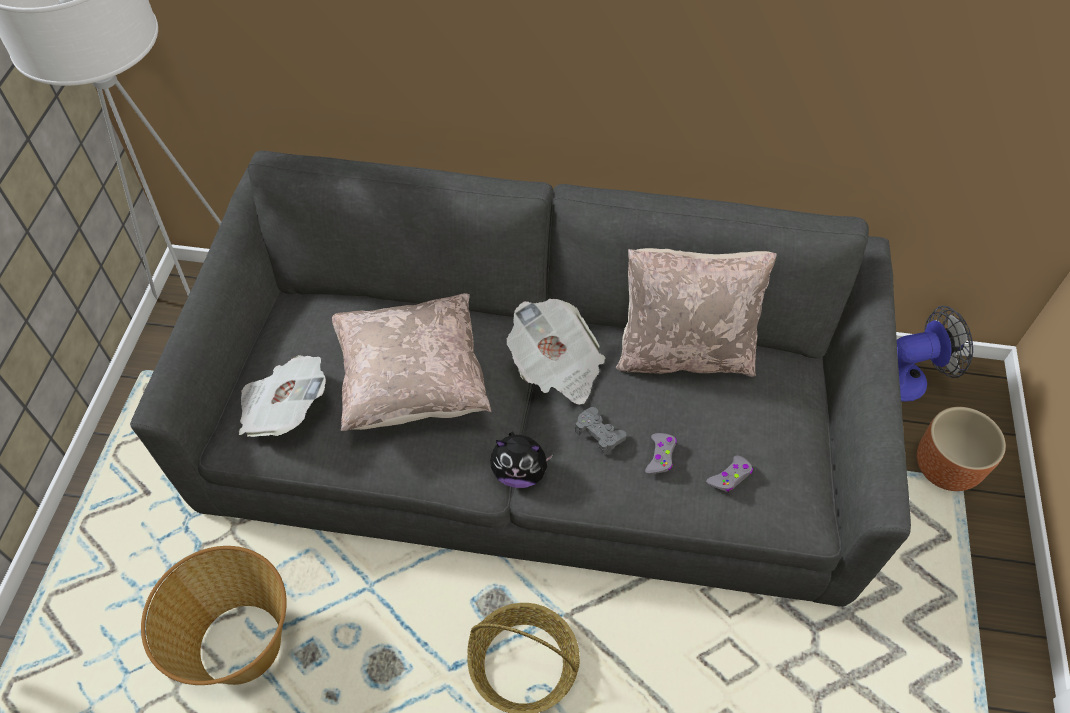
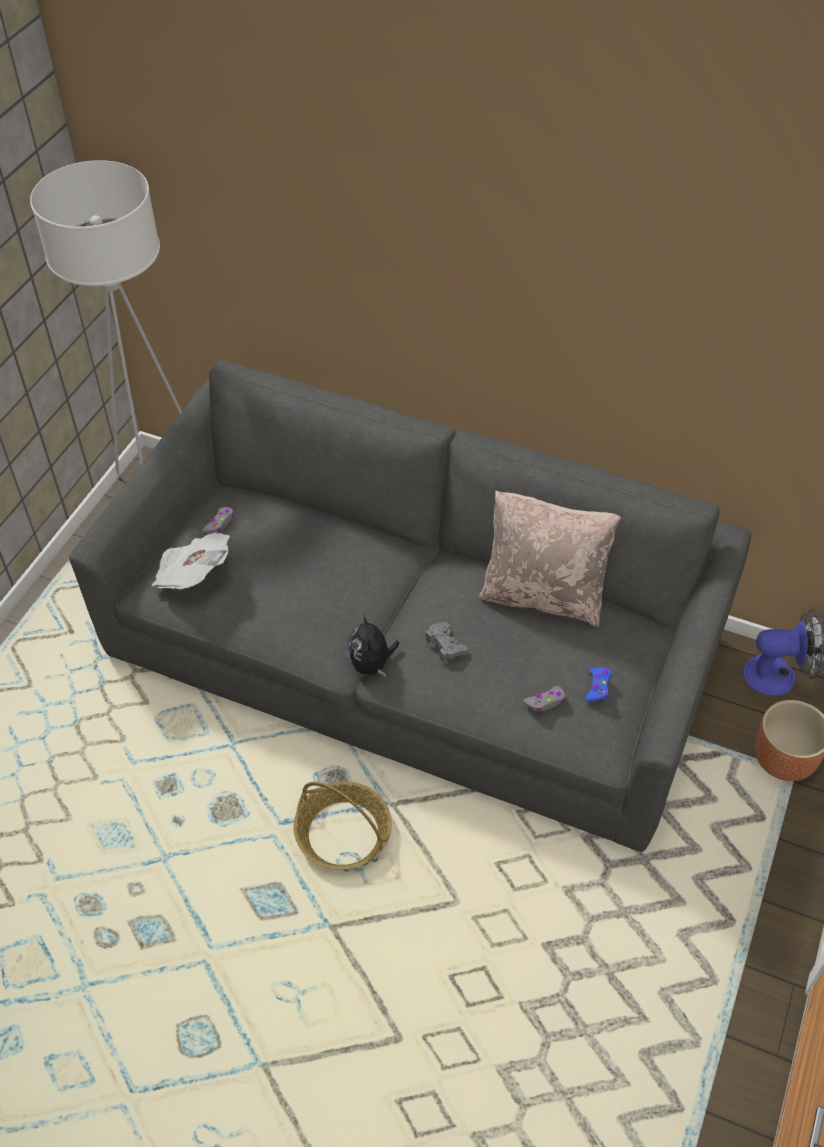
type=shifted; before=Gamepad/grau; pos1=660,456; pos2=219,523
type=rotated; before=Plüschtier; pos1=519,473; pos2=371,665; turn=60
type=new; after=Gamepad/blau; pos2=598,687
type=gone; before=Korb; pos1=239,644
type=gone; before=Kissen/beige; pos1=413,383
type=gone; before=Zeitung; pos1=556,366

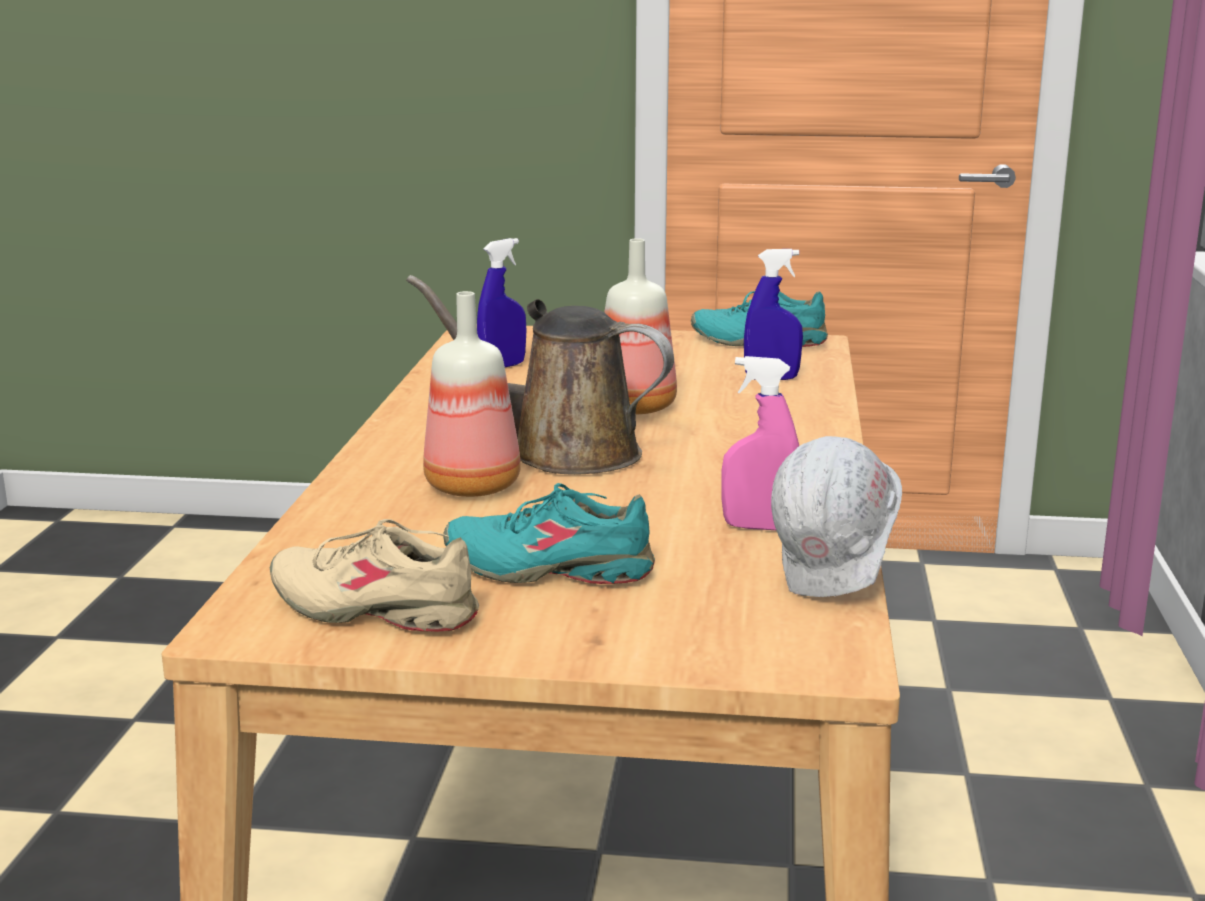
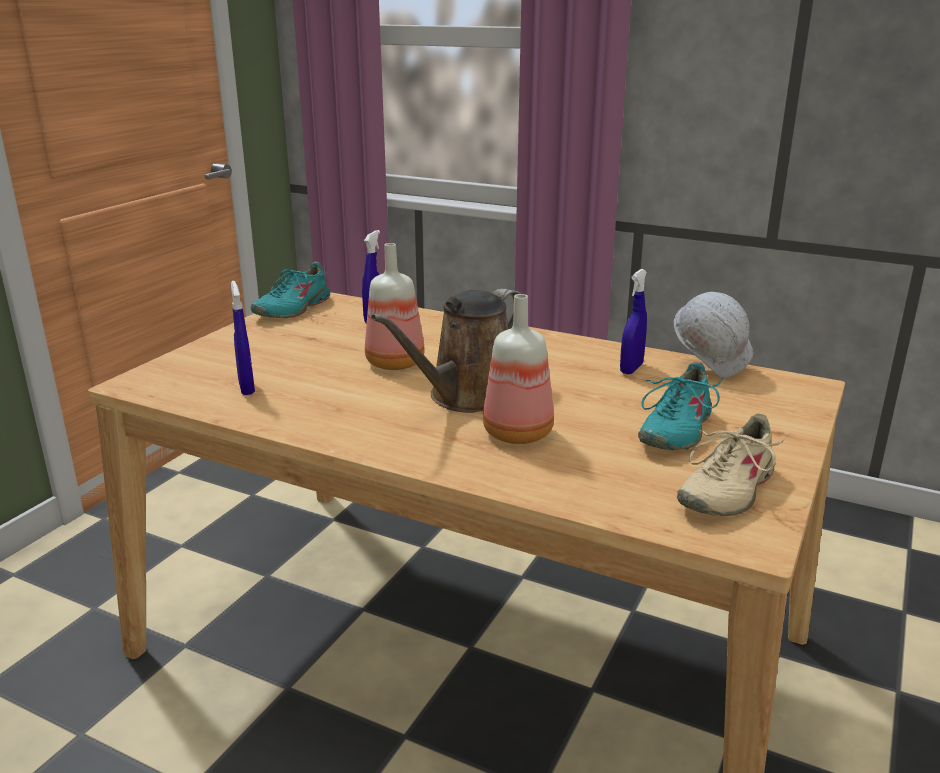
type=repainted; before=Sprühflasche/rosa; after=Sprühflasche/blau; pos1=758,527; pos2=631,369

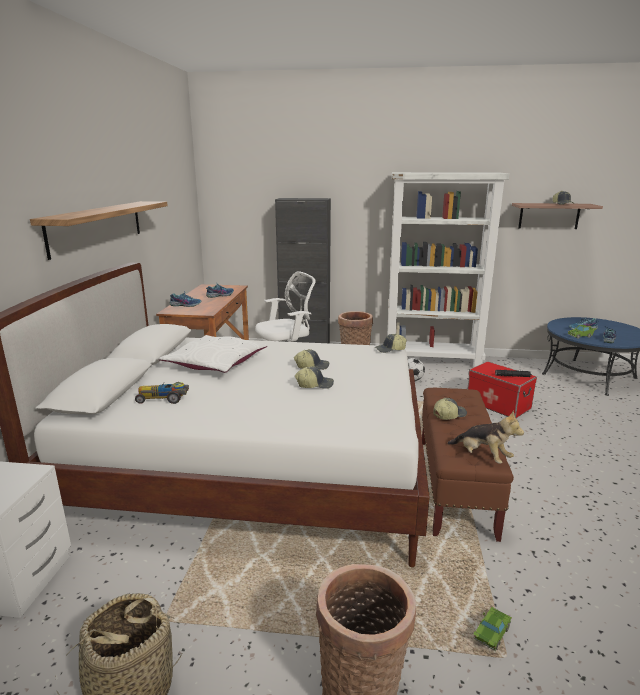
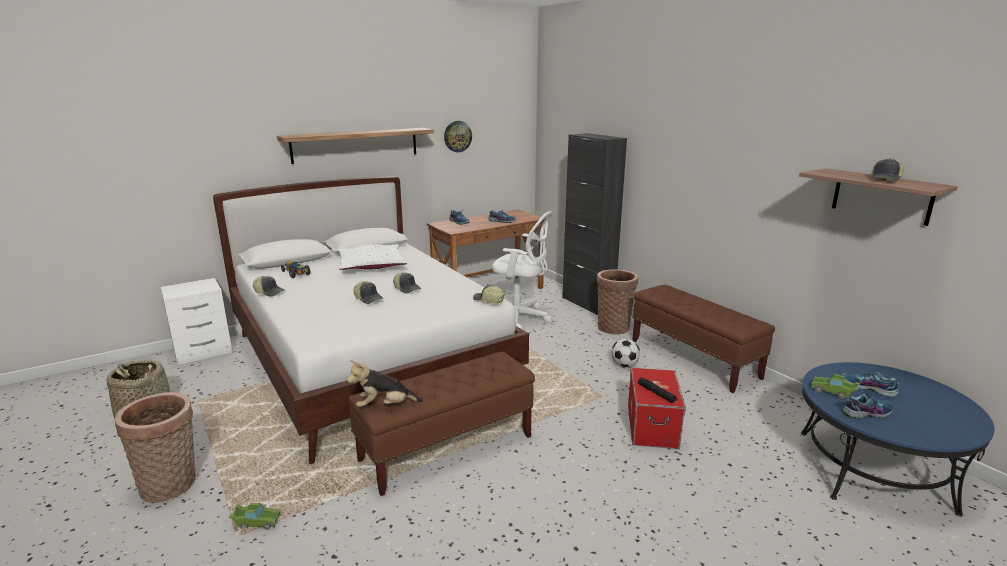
type=shifted; before=Kappe; pos1=449,414; pos2=269,292
type=rotated; before=Plüschtier; pos1=482,457; pos2=385,406; turn=75
type=new; after=Wanduhr; pos2=457,136
type=swapped; before=Bücherregal/weiß; after=Bank/braun; pos1=432,361; pos2=693,360

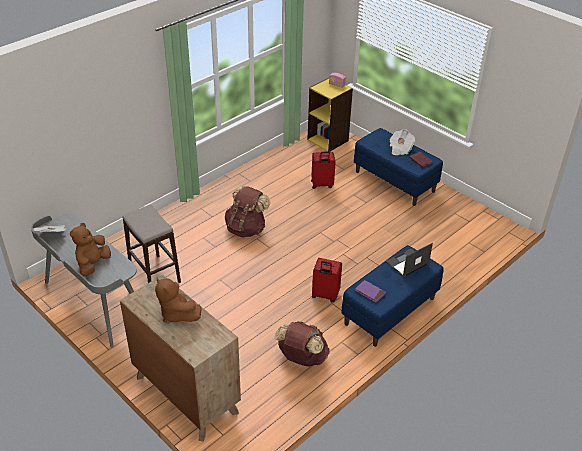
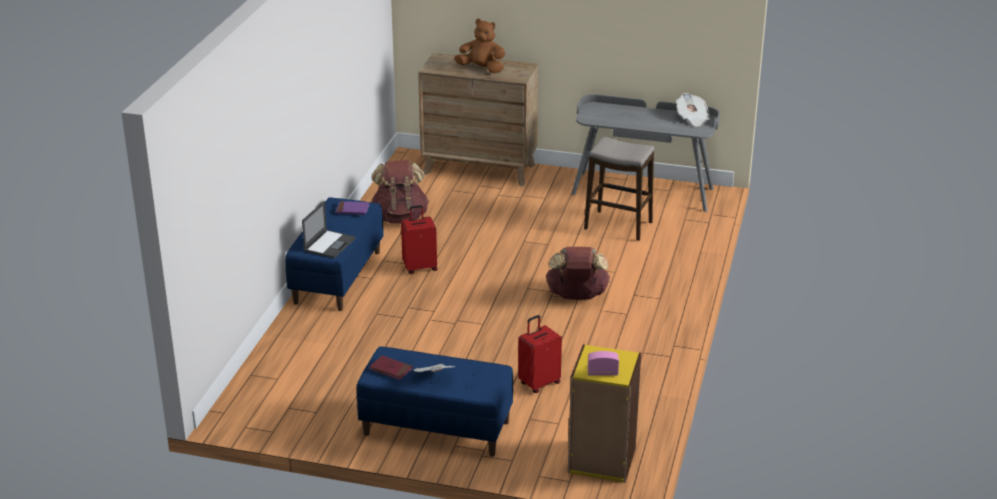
type=gone; before=Plüschtier/braun; pos1=93,264

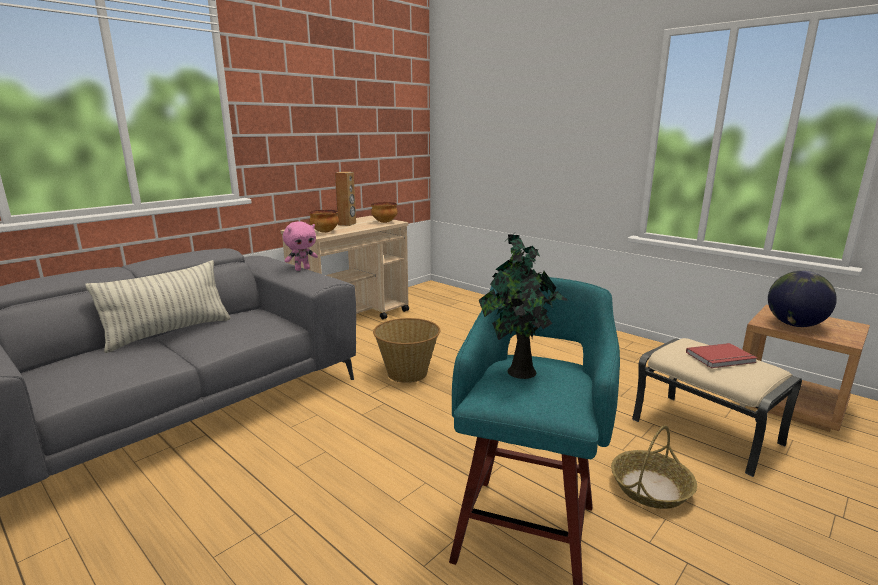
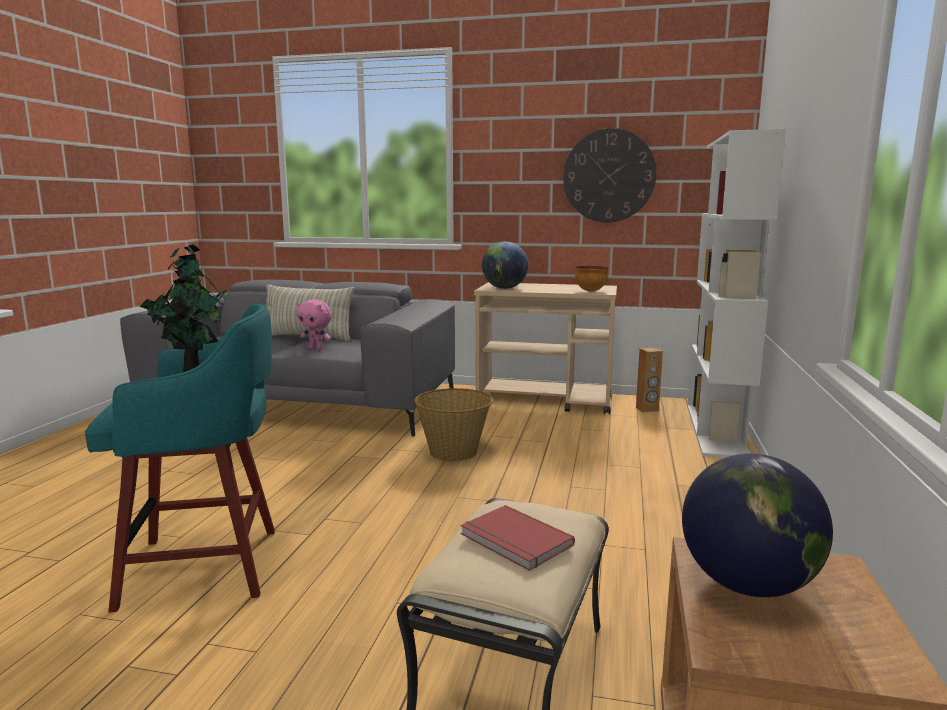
type=shifted; before=Plüschtier/rosa; pos1=302,269; pos2=316,348
type=swapped; before=Schüssel; after=Globus; pos1=325,232; pos2=504,288
type=new; after=Wanduhr; pos2=609,176
type=shifted; before=Lautsprecher/braun; pos1=347,224; pos2=647,409
type=new; after=Bücherregal/weiß; pos2=716,430
type=gone; before=Korb; pos1=650,488

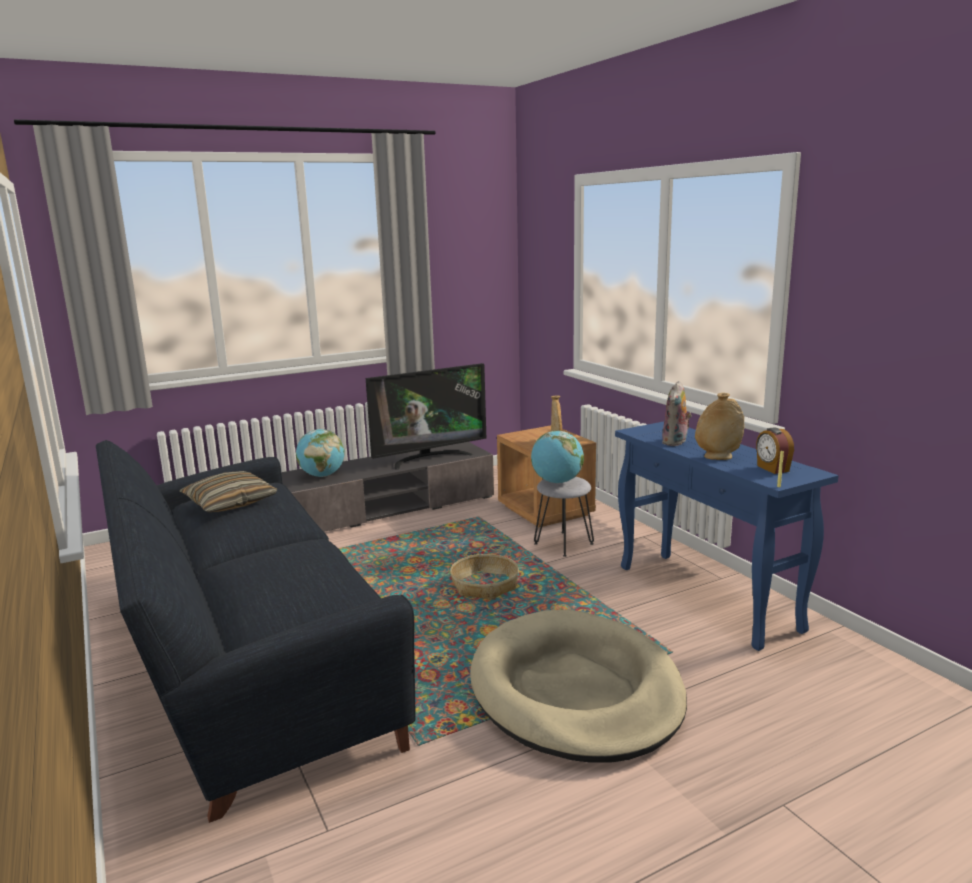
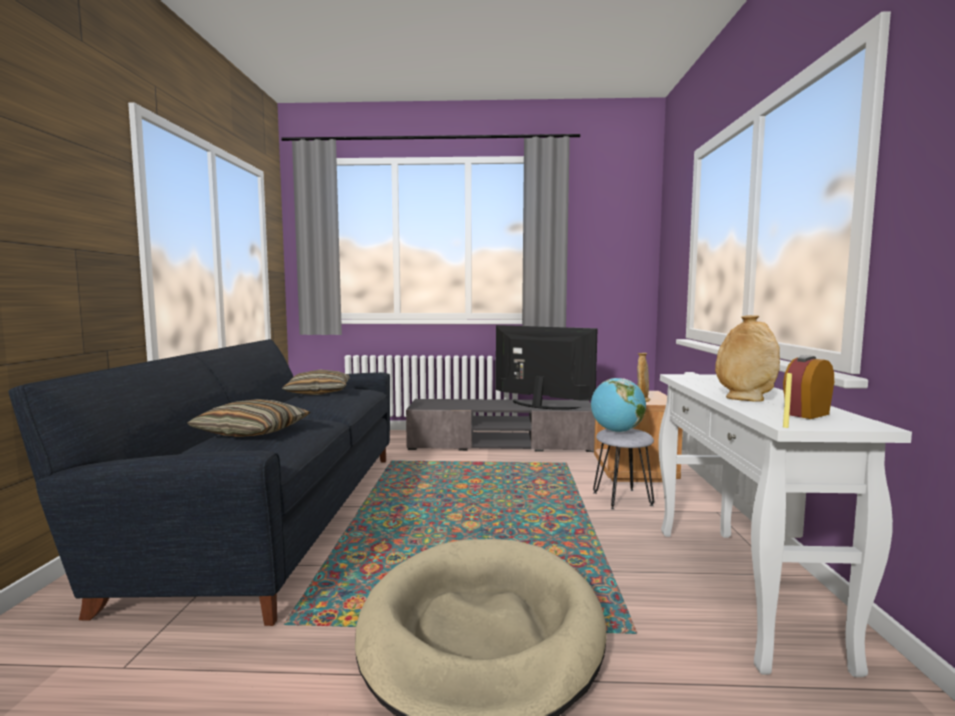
type=new; after=Kissen; pos2=252,432
type=rotated; before=Fernseher; pos1=429,458; pos2=540,406; turn=-150
type=repainted; before=Konsolentisch/blau; after=Konsolentisch/weiß; pos1=708,598; pos2=741,590
type=rotated; before=Wecker; pos1=772,469; pos2=805,414; turn=45
type=gone; before=Globus; pos1=322,475
type=gone; before=Korb; pos1=484,586
type=gone; before=Plüschtier; pos1=676,442

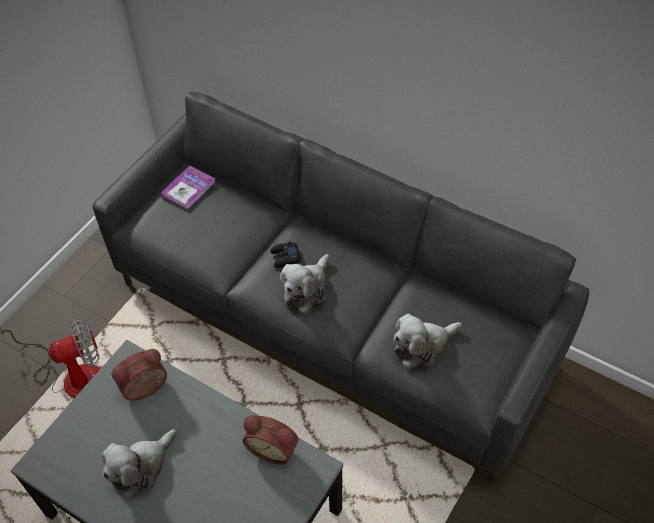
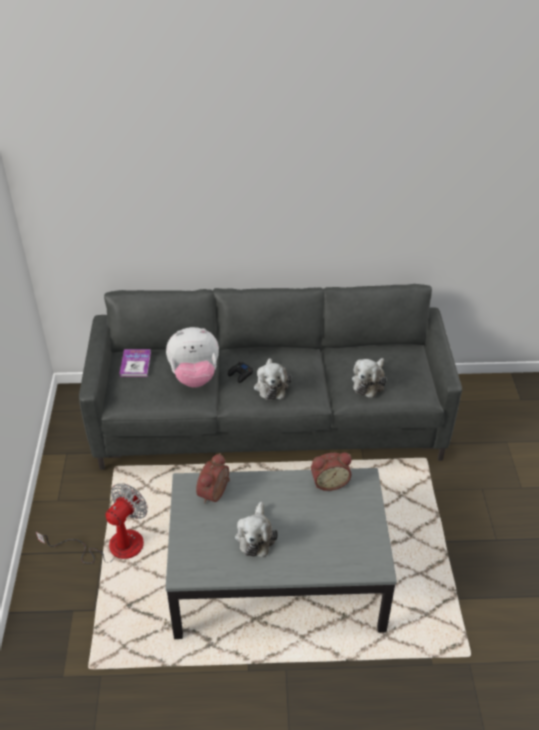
type=new; after=Plüschtier; pos2=194,377

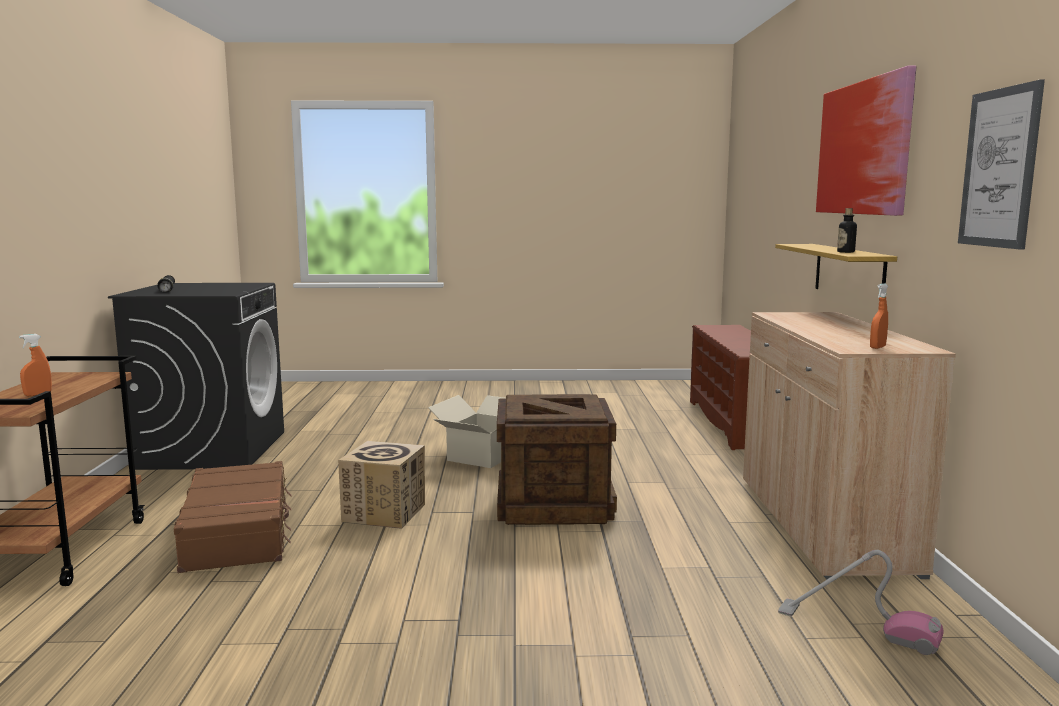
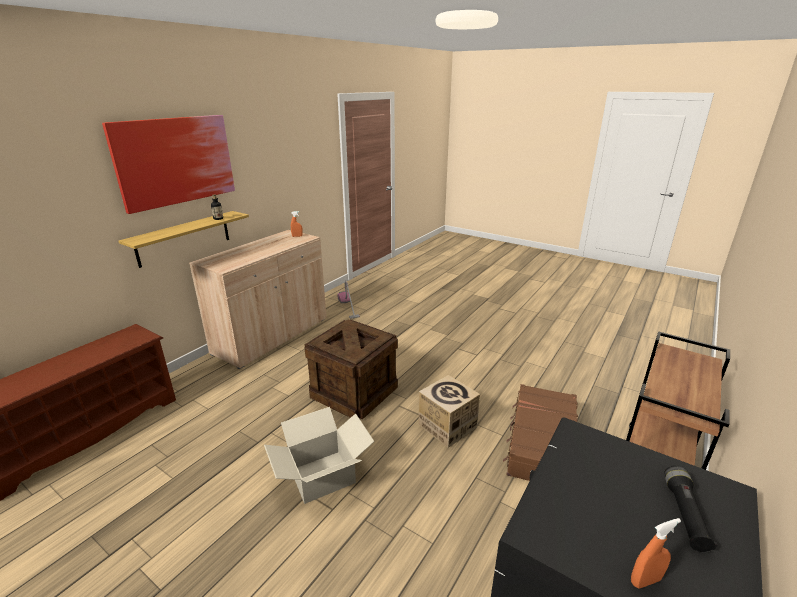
type=shifted; before=Sprühflasche/orange; pos1=38,394; pos2=645,580
type=gone; before=Bild; pos1=999,168

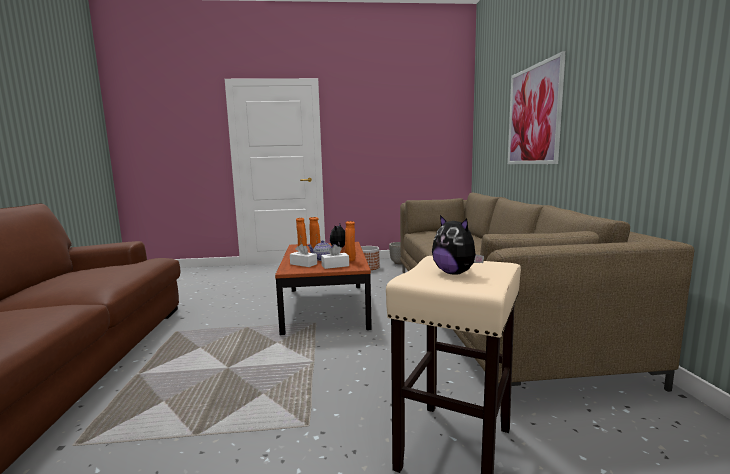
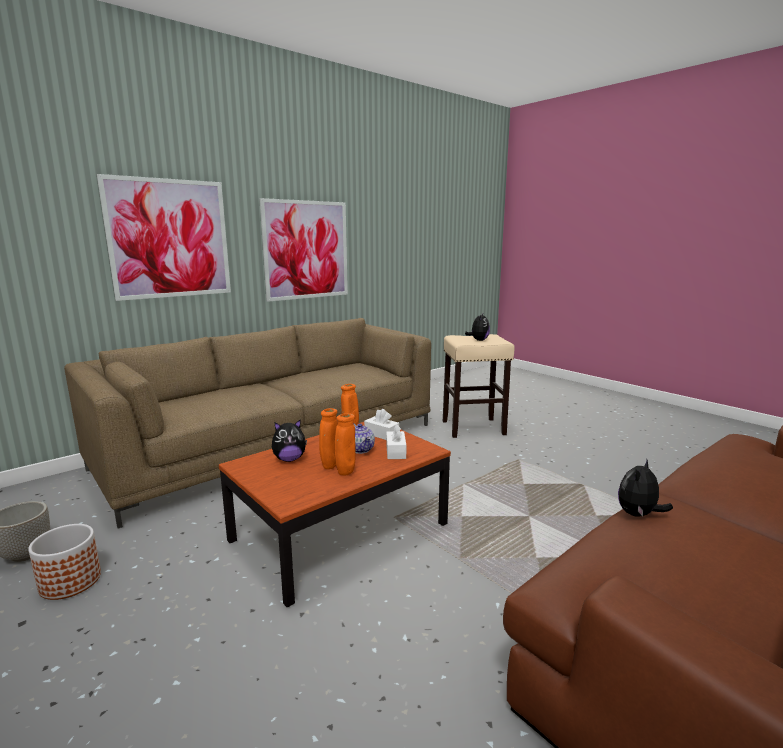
type=new; after=Bild; pos2=306,250
type=new; after=Plüschtier; pos2=638,515

